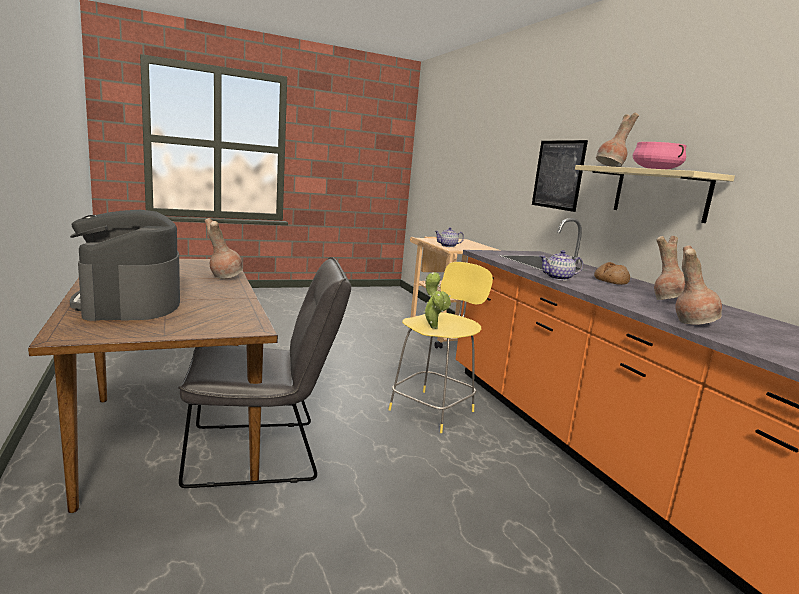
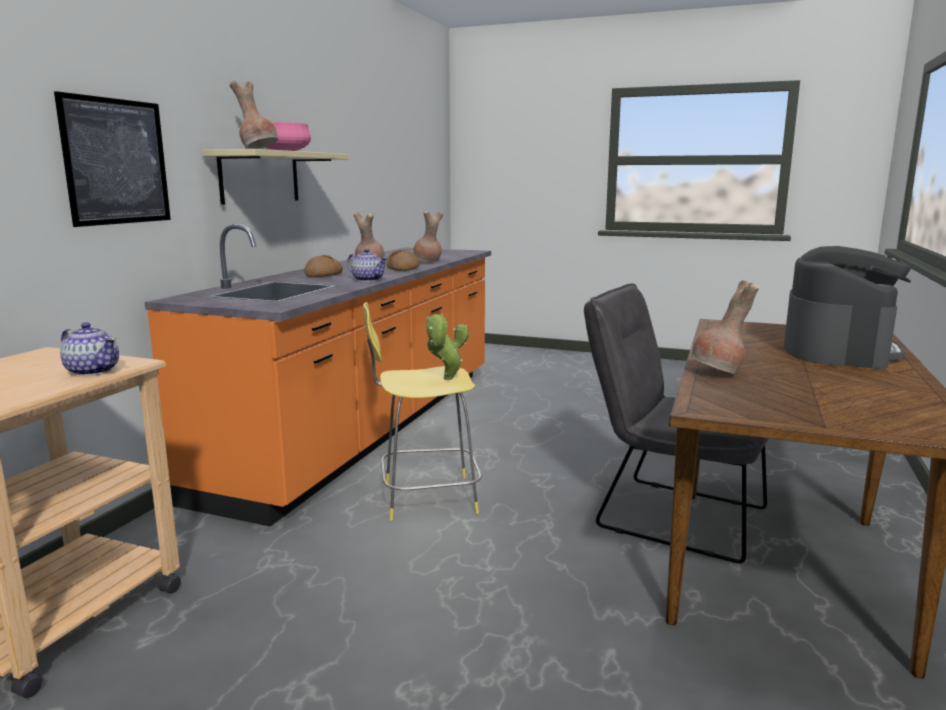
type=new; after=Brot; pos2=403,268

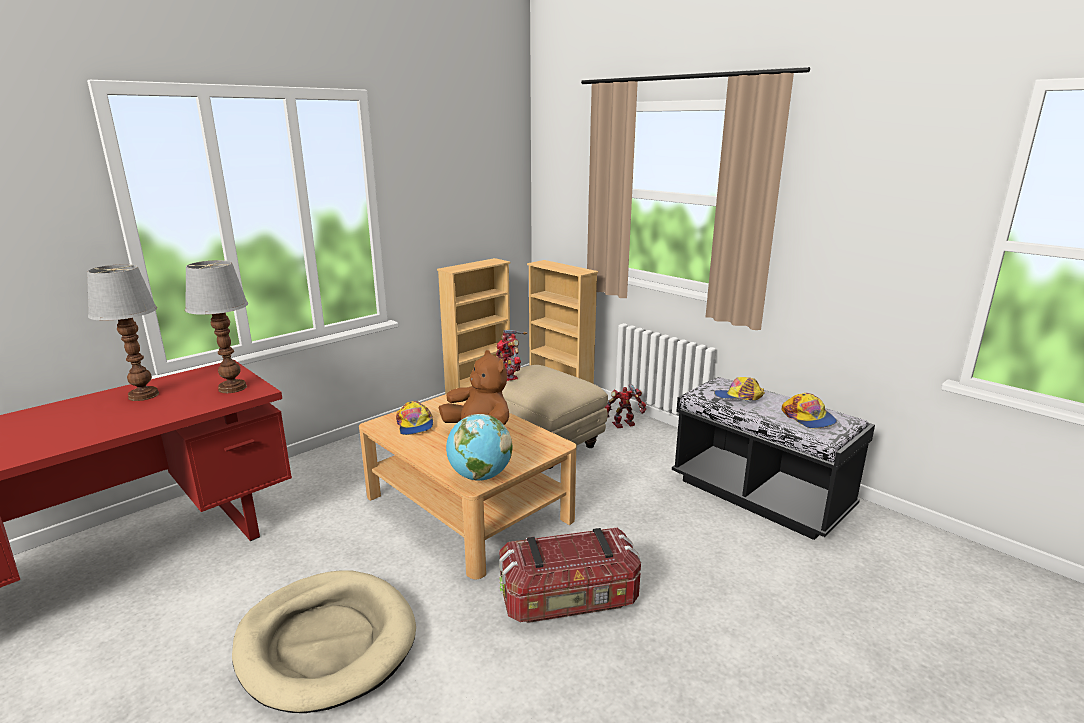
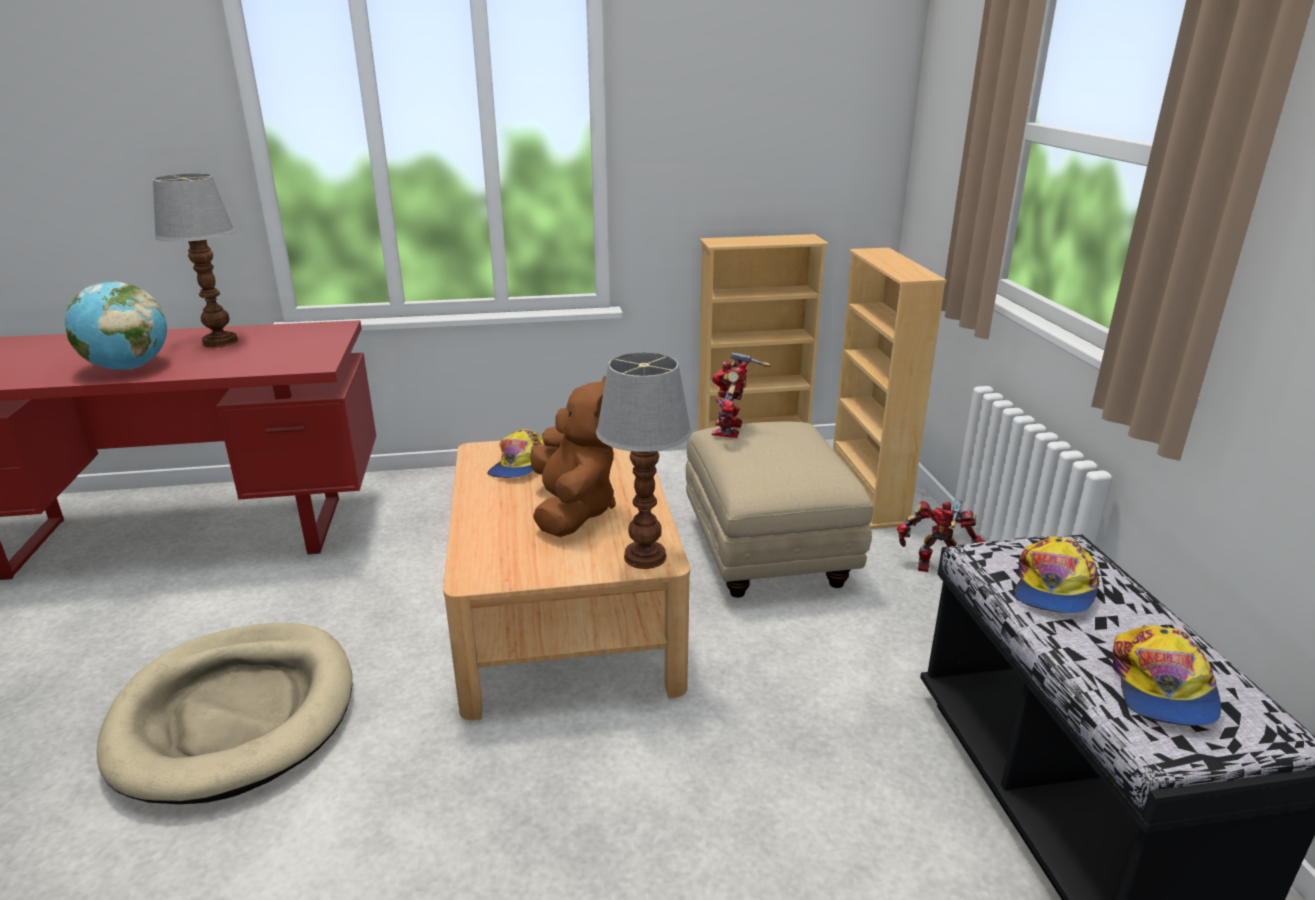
type=shifted; before=Globus; pos1=480,476; pos2=128,367
type=shifted; before=Tischlampe; pos1=231,388; pos2=643,557
type=rotated; before=Kappe; pos1=738,397; pos2=1053,588; turn=-105
type=gone; before=Aufbewahrungsbox; pos1=569,600

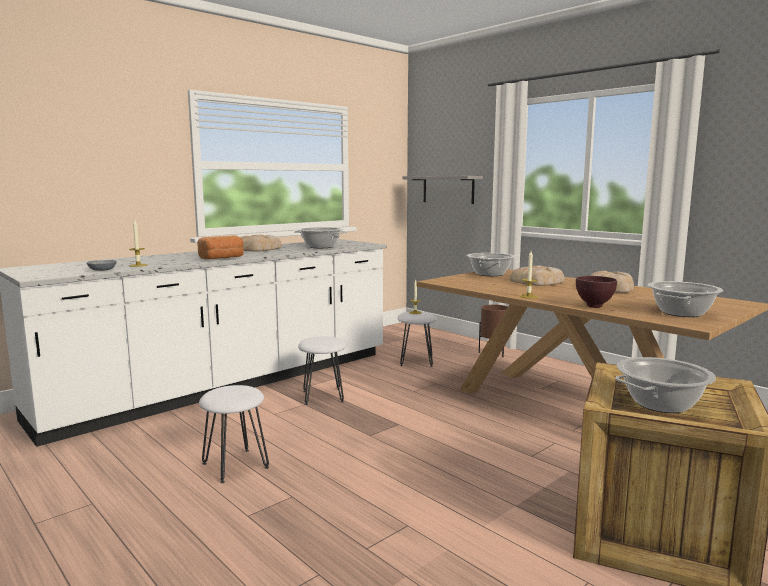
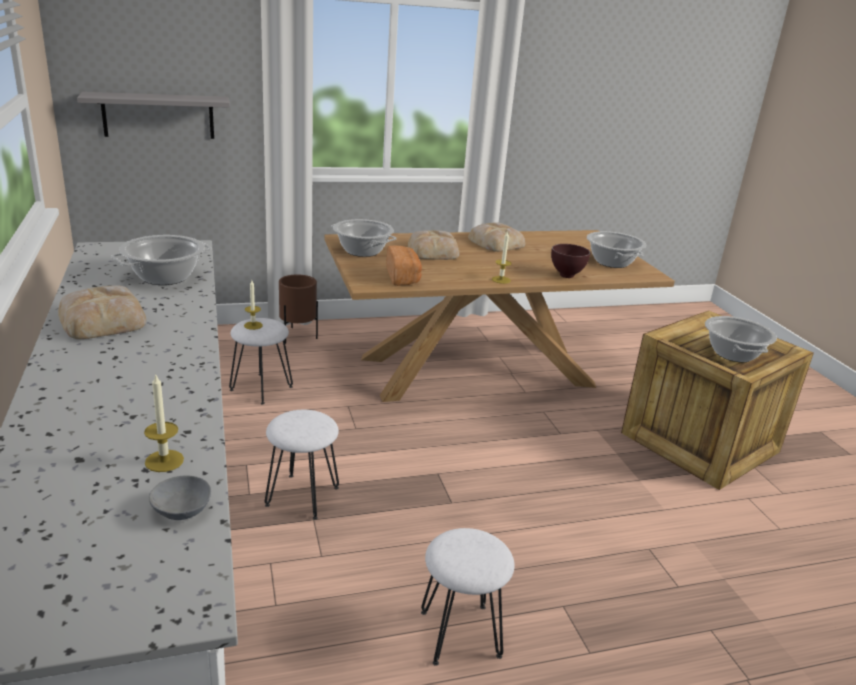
type=shifted; before=Brot; pos1=223,258; pos2=403,277

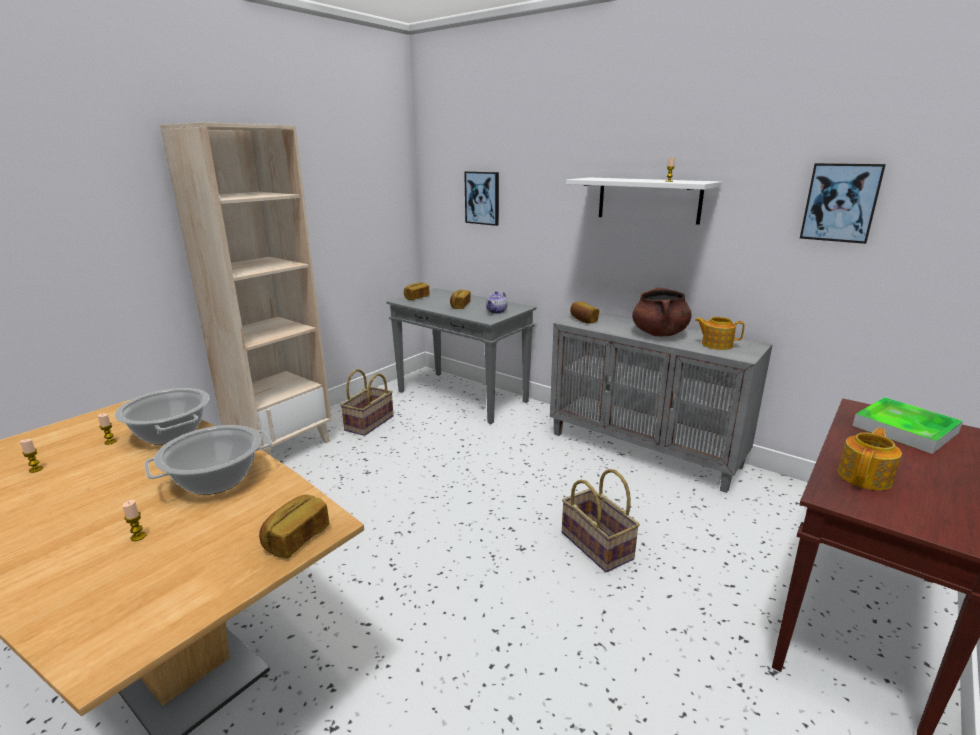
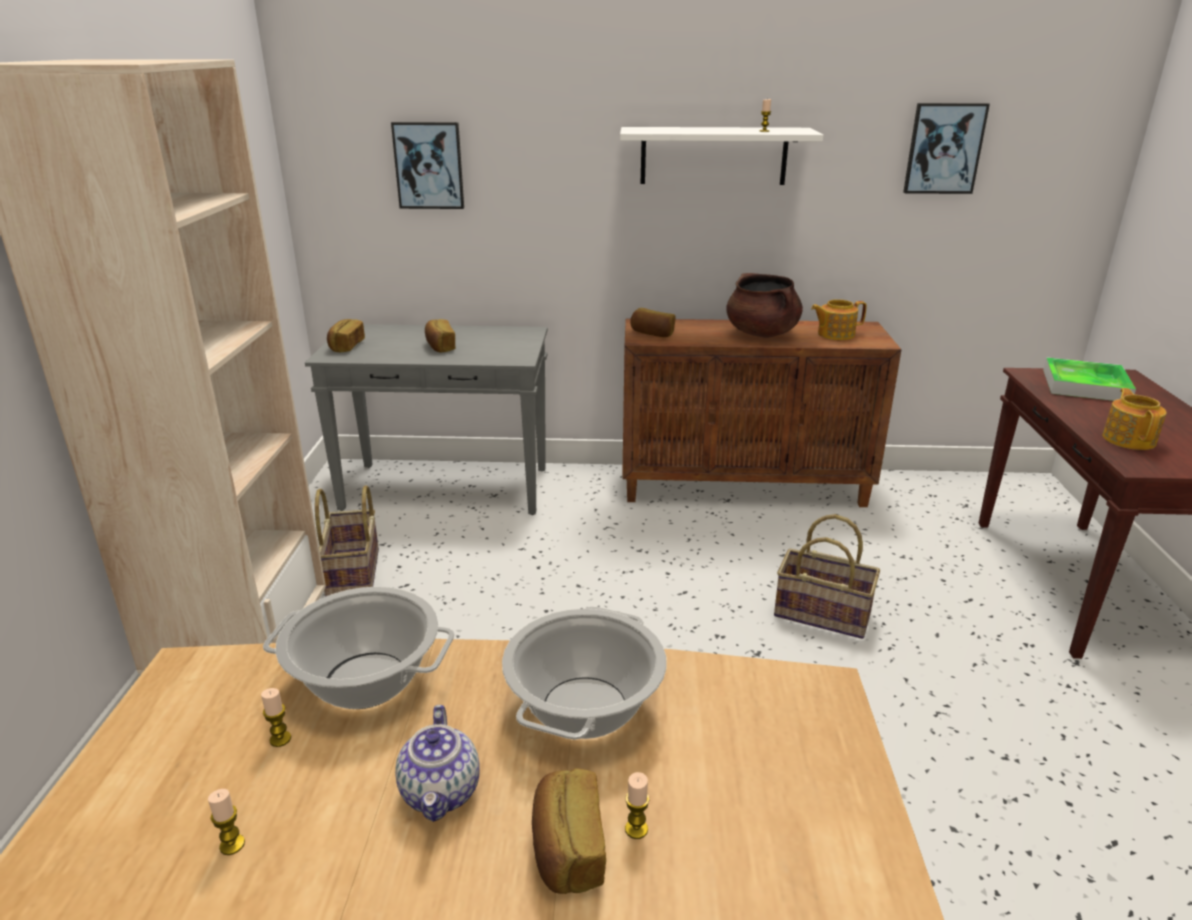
type=shifted; before=Teekanne; pos1=496,311; pos2=441,792
type=shifted; before=Brot; pos1=296,538; pos2=567,850
type=repainted; before=Schrank/grau; after=Schrank/braun; pos1=645,449; pos2=744,486

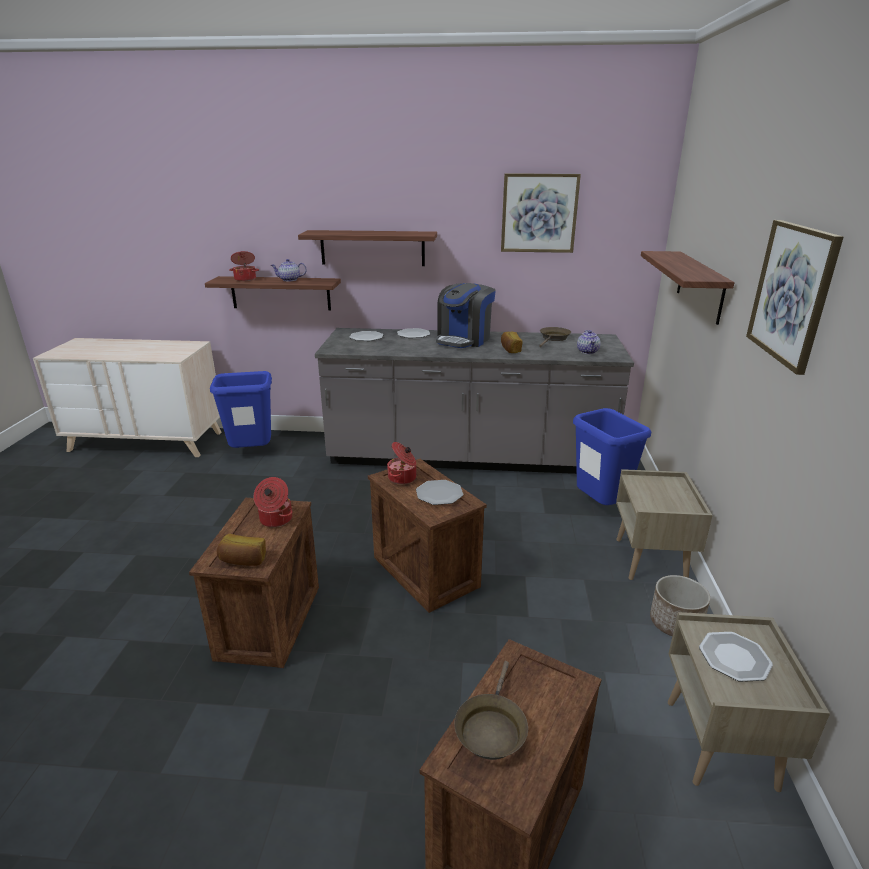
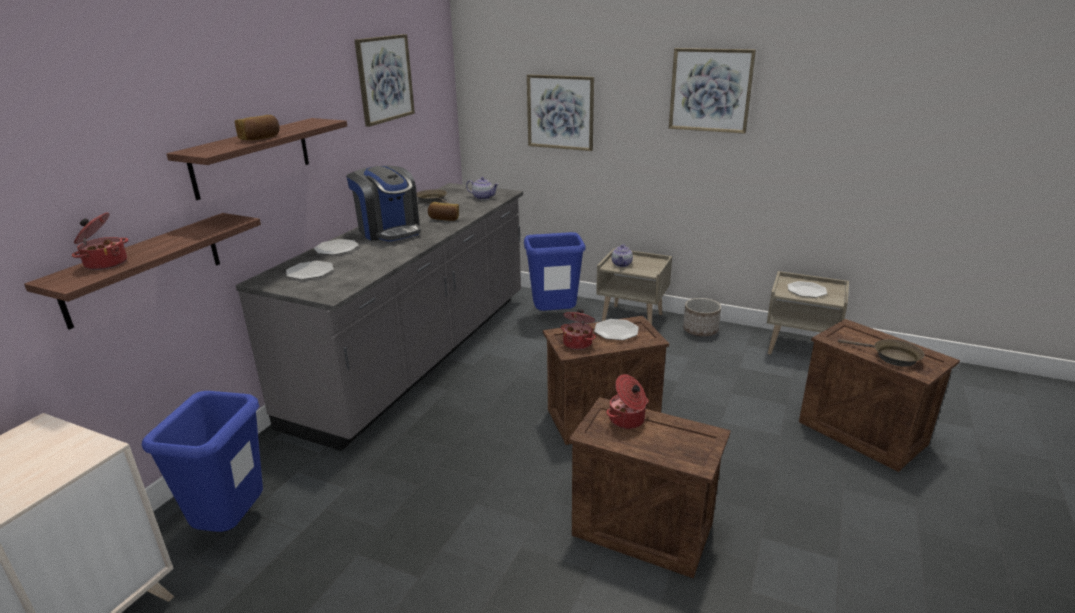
type=shifted; before=Brot; pos1=243,560; pos2=260,138
type=swapped; before=Wandregal; after=Bild; pos1=700,286; pos2=560,112
type=shifted; before=Teekanne; pos1=289,280; pos2=622,264

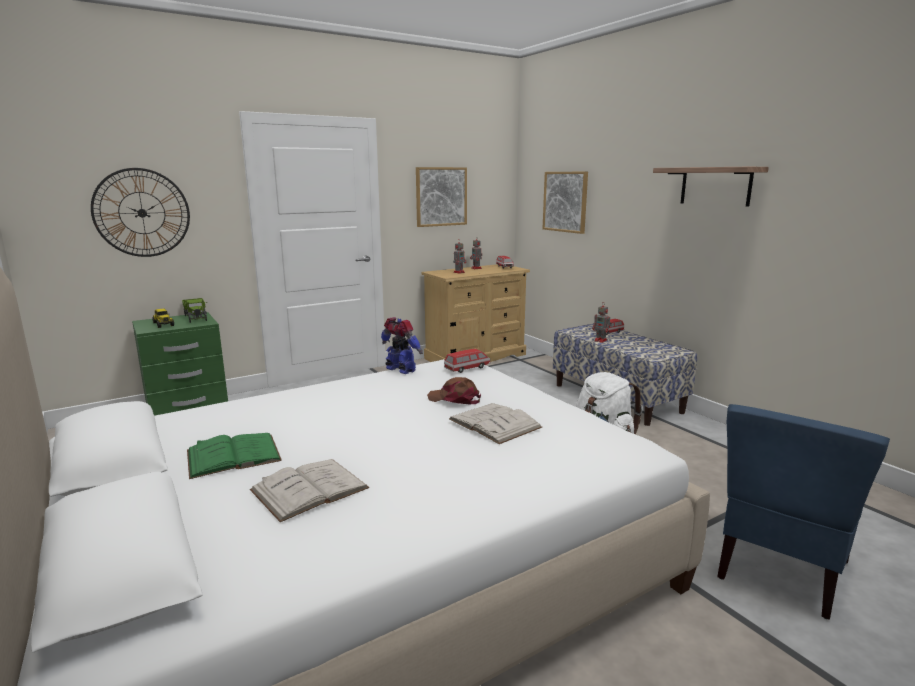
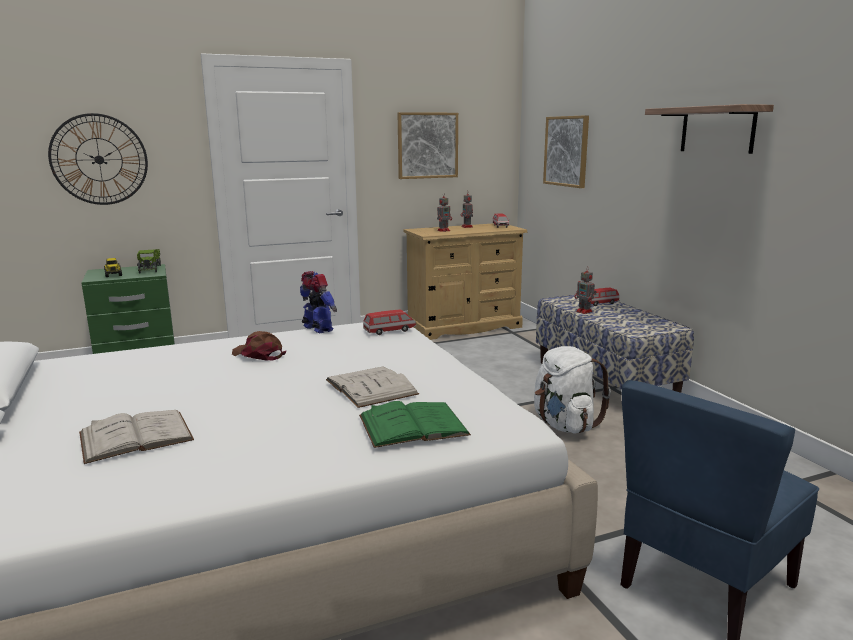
type=shifted; before=Kappe/braun; pos1=454,399; pos2=258,354
type=shifted; before=Buch/grün; pos1=233,455; pos2=413,425

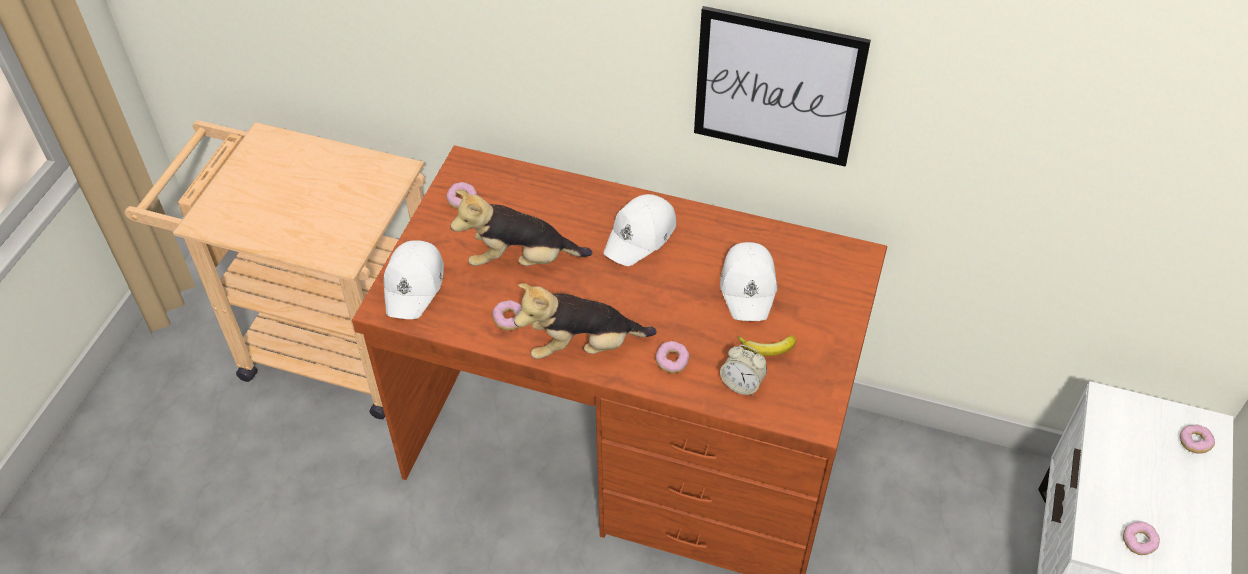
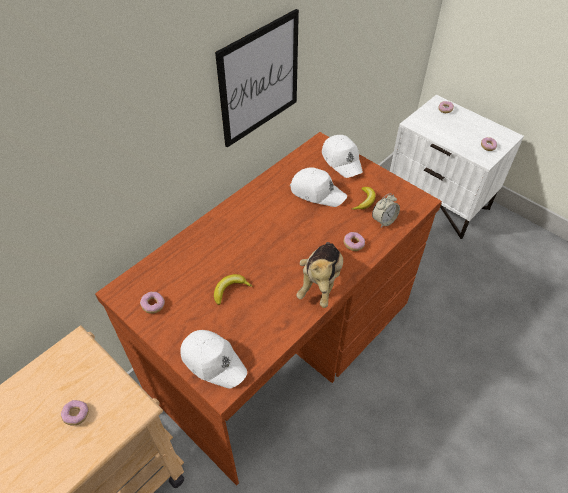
type=shifted; before=Donut; pos1=509,320; pos2=76,415
type=swapped; before=Plüschtier; after=Banane; pos1=521,260; pos2=230,290
type=shifted; before=Kappe/weiß; pos1=641,236; pos2=342,160

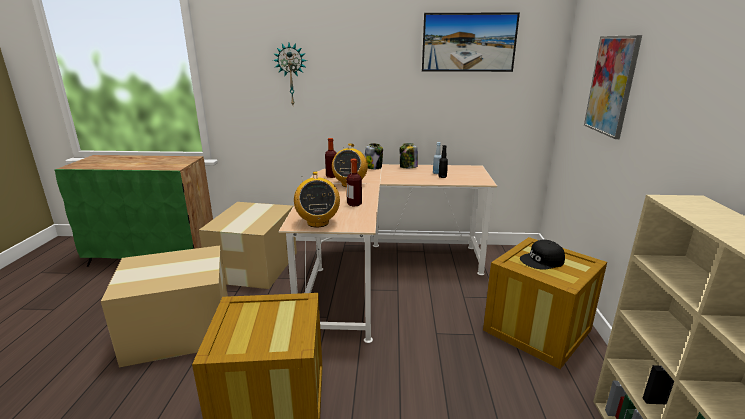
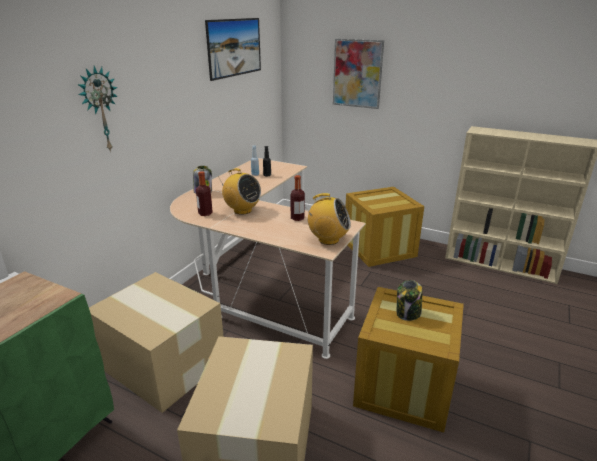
type=shifted; before=Vorratsglas; pos1=408,167; pos2=408,313
type=gone; before=Kappe/schwarz; pos1=542,261

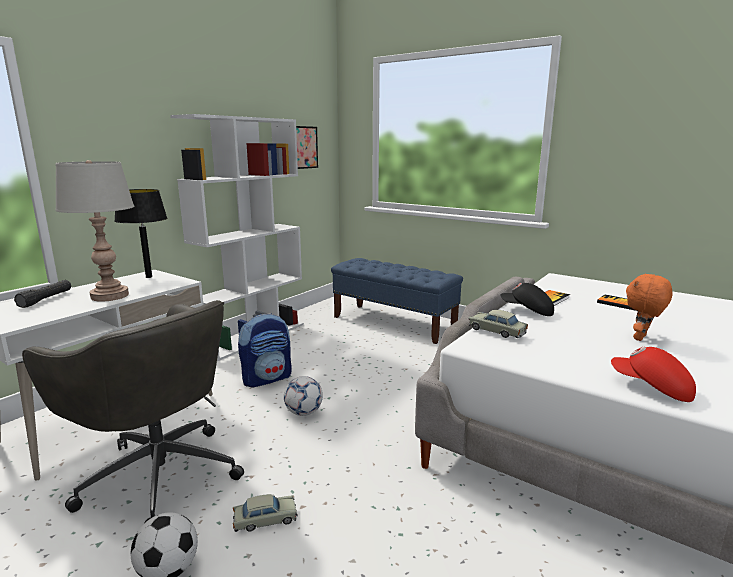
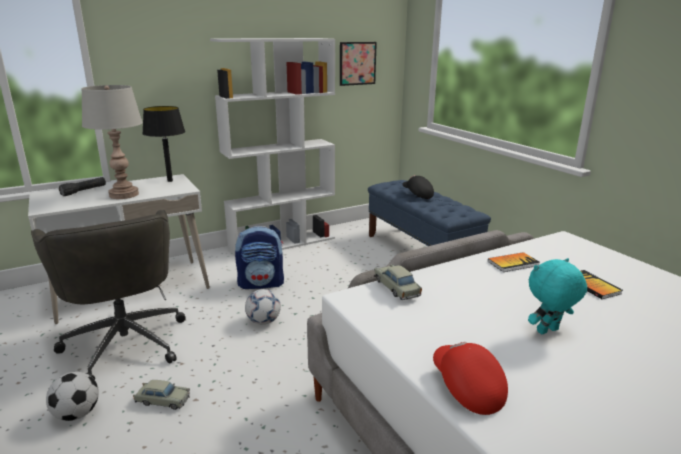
type=shifted; before=Kappe/schwarz; pos1=527,311; pos2=417,194
type=repainted; before=Plüschtier/orange; after=Plüschtier/türkis; pos1=641,338; pos2=548,331

